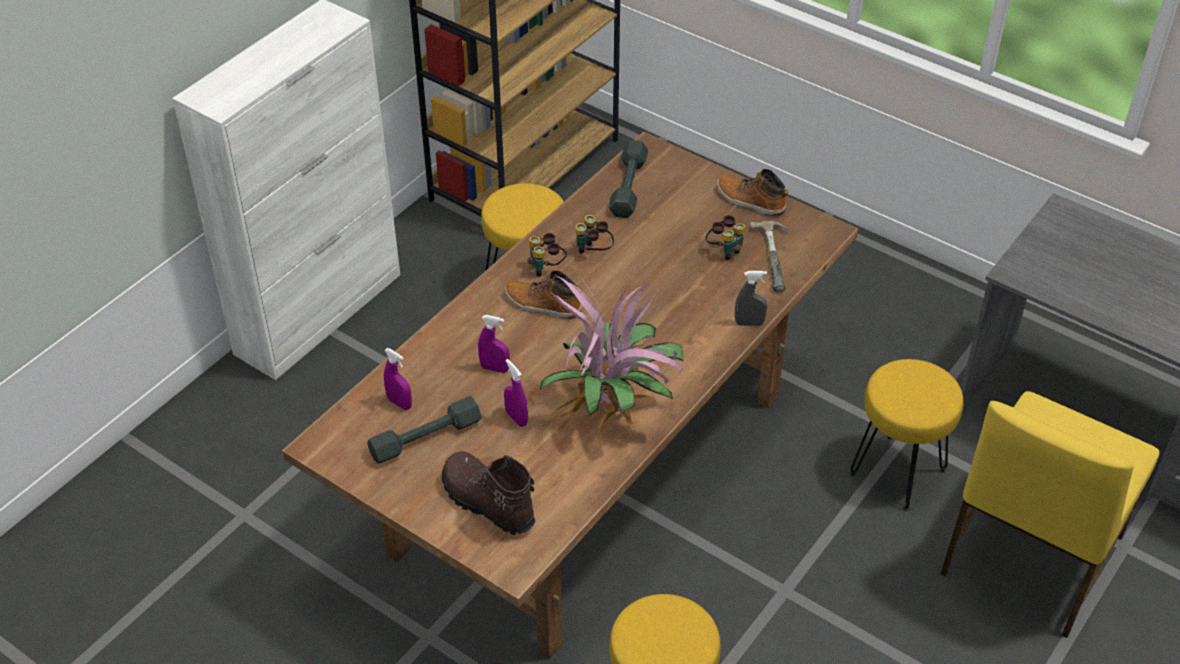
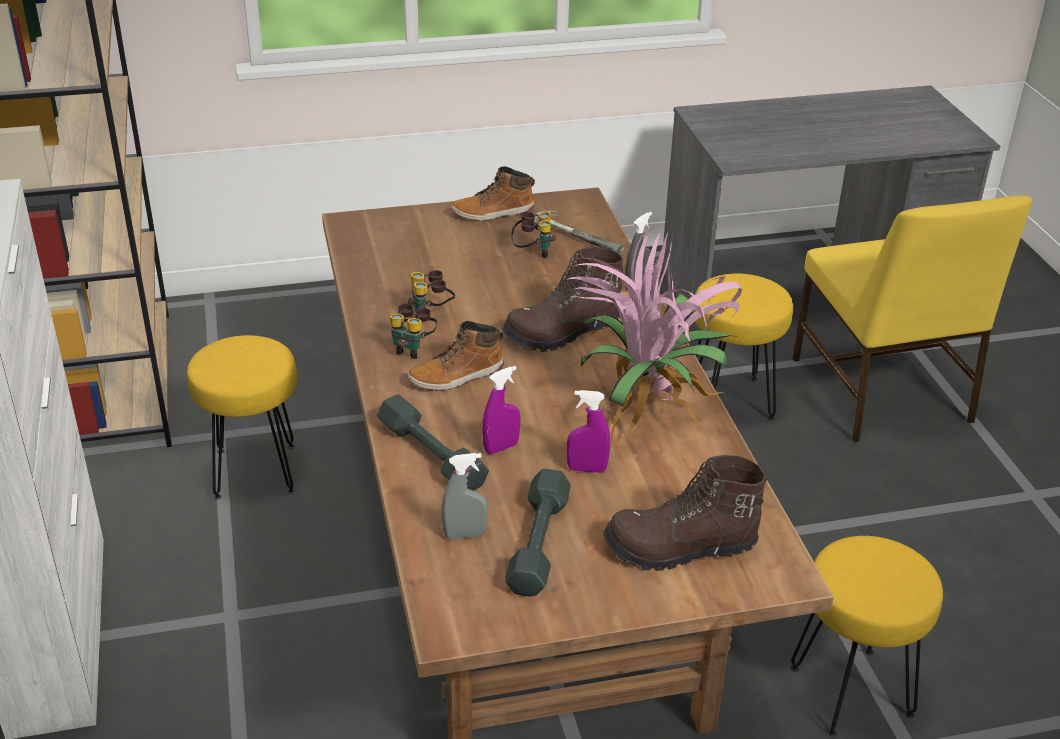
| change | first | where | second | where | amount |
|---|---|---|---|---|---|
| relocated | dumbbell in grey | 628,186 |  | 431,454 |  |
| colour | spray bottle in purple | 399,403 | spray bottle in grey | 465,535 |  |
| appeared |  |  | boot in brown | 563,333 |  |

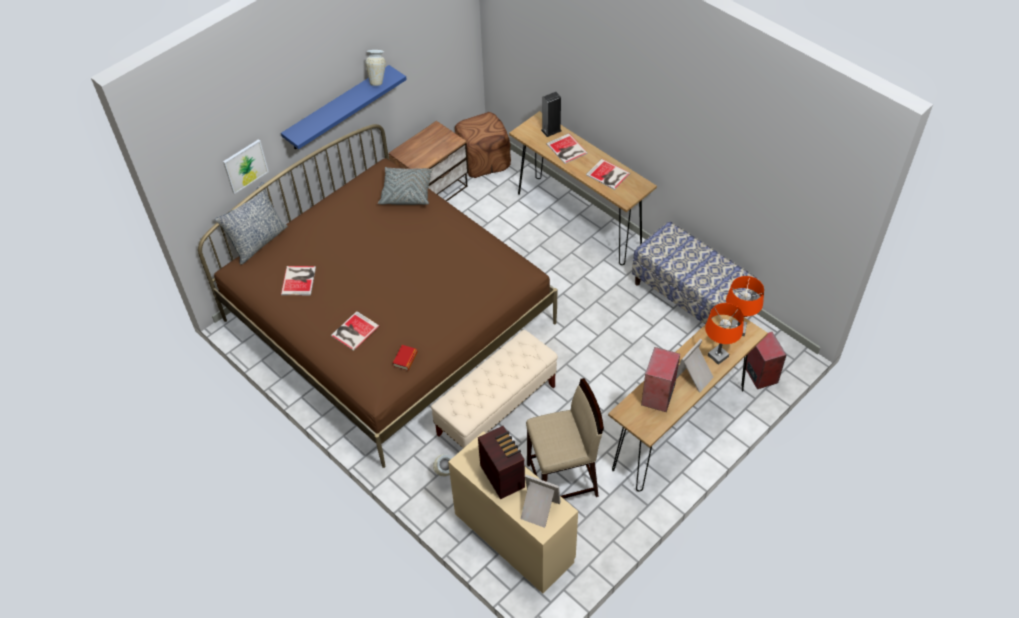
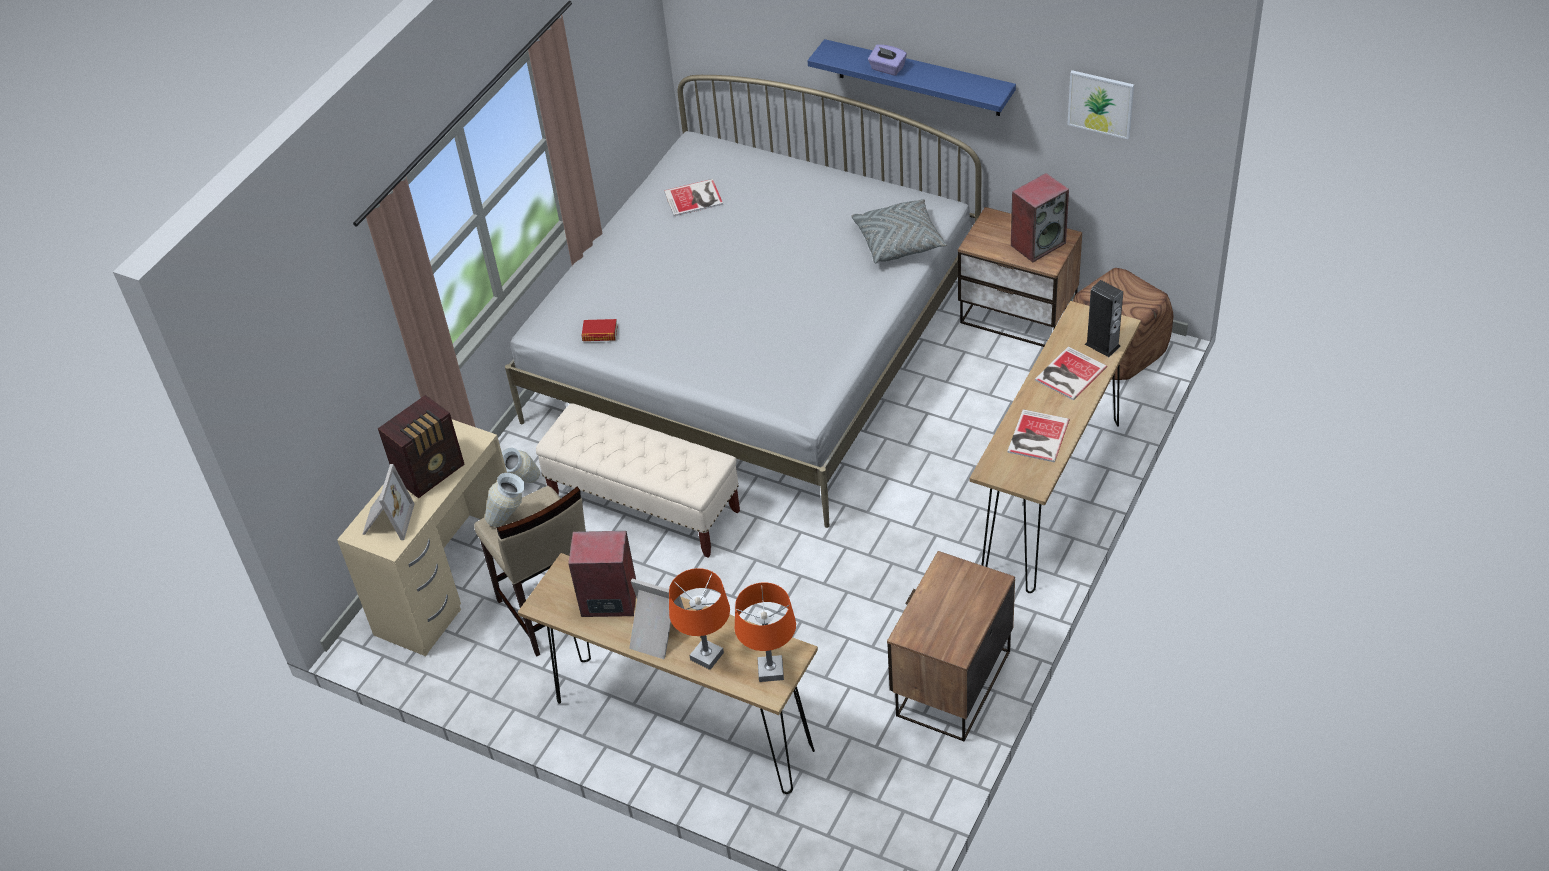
| change | first | where | second | where | amount |
|---|---|---|---|---|---|
| relocated | vase | 378,80 |  | 510,520 |  |
| colour | bed in brown | 389,321 | bed in white | 755,351 |  |
| appeared |  |  | tissue box in purple | 887,69 |  |
| exchanged | bench | 691,299 | nightstand | 950,683 |  |
| relocated | speaker | 760,374 |  | 1038,243 |  |
| relocated | picture | 245,166 |  | 1100,103 |  |
| missing | pillow | 258,242 |  |  |  |
| missing | book | 353,331 |  |  |  |

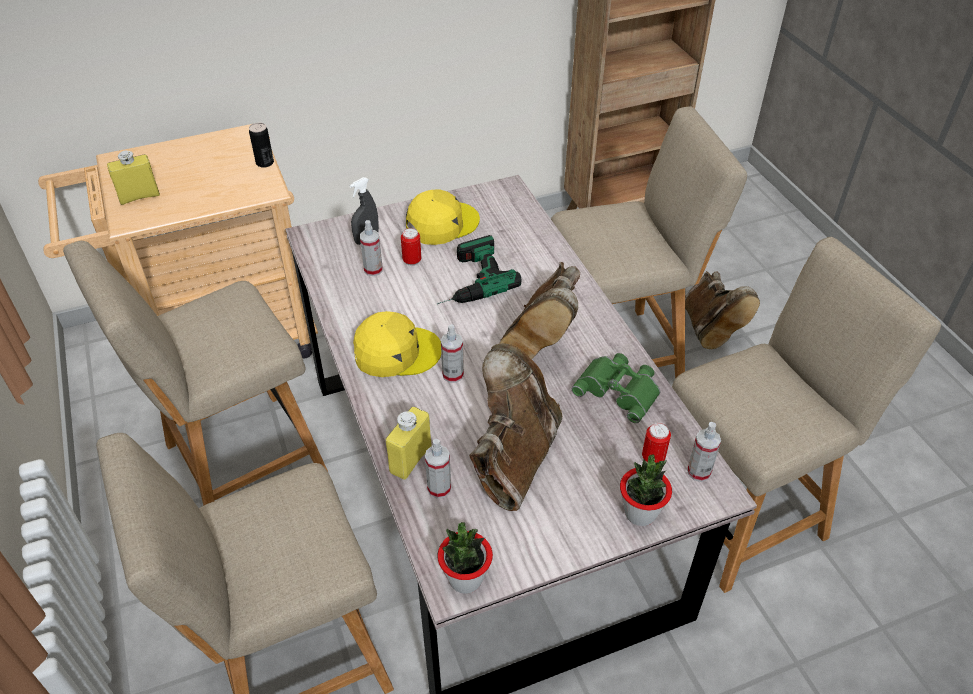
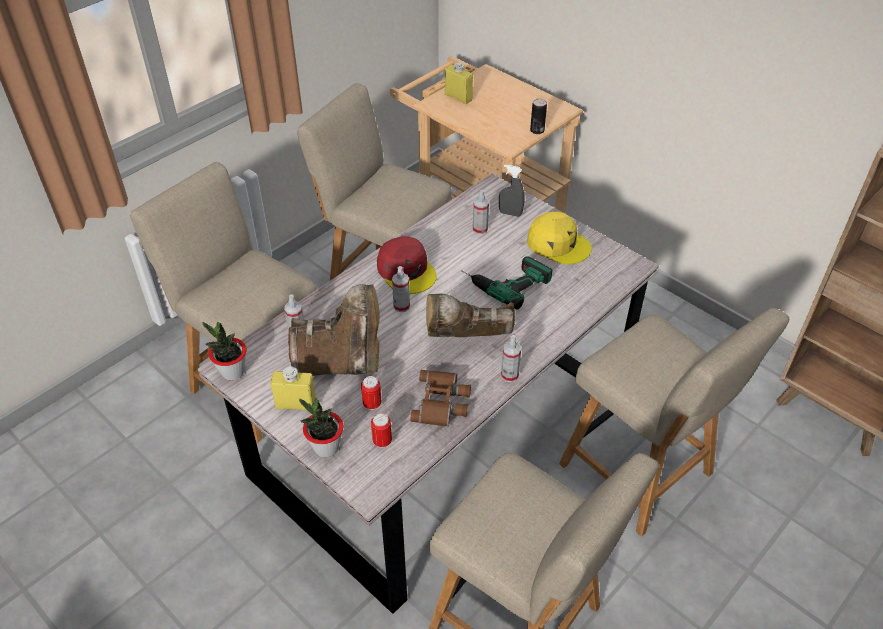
| change | first | where | second | where | amount |
|---|---|---|---|---|---|
| relocated | bottle in yellow | 410,459 |  | 296,404 |  |
| relocated | can | 412,261 |  | 372,404 |  |
| colour | cap in yellow | 396,351 | cap in red | 406,271 |  |
| colour | binoculars in green | 619,389 | binoculars in brown | 442,402 |  |
| relocated | spray bottle | 699,472 |  | 509,375 |  |
| missing | boot in brown | 710,329 |  |  |  |

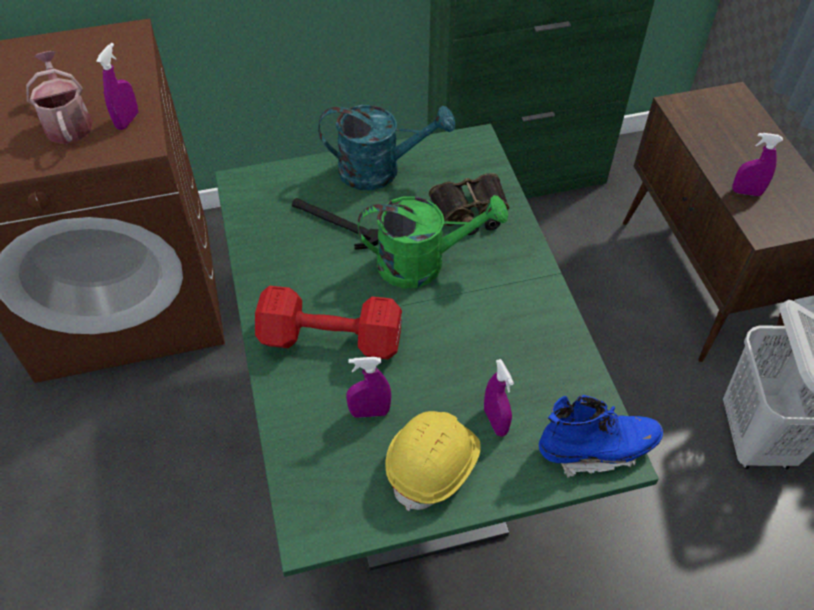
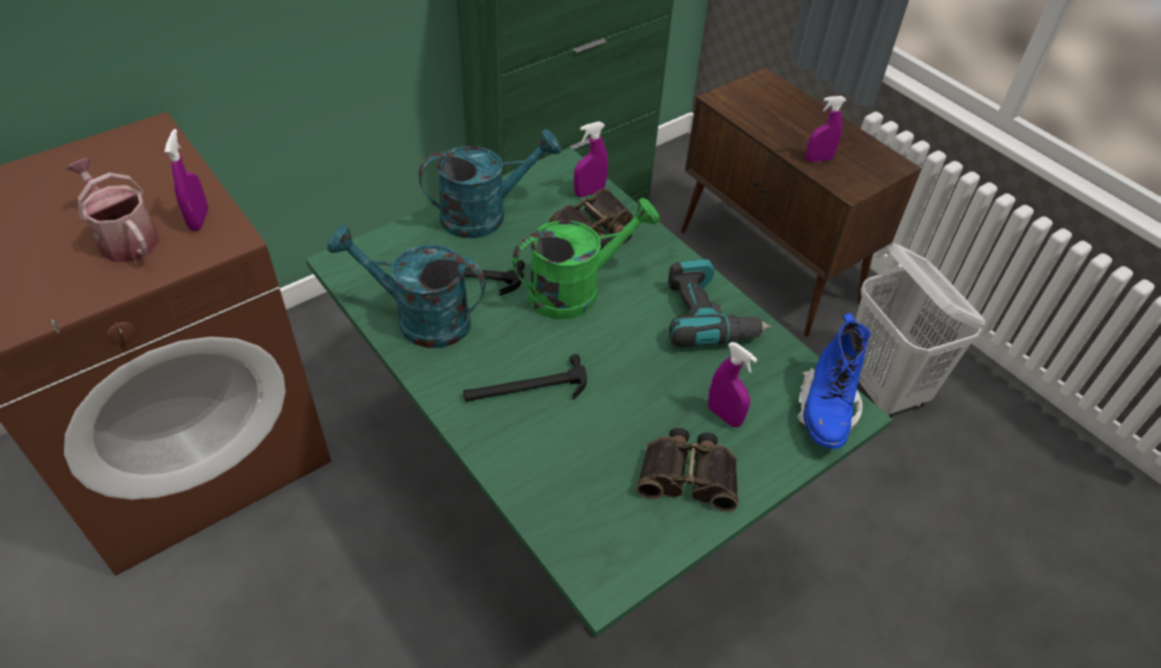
| change | first | where | second | where | amount |
|---|---|---|---|---|---|
| appeared |  |  | watering can in turquoise | 420,319 |  |
| exchanged | dumbbell in red | 334,340 | hammer | 526,388 |  |
| relocated | spray bottle in purple | 369,412 |  | 589,192 |  |
| exchanged | hard hat in yellow | 434,464 | binoculars | 689,474 |  |
| appeared |  |  | power drill | 707,316 |  |
| spun | boot in blue | 596,449 |  | 826,411 | 135 degrees clockwise |

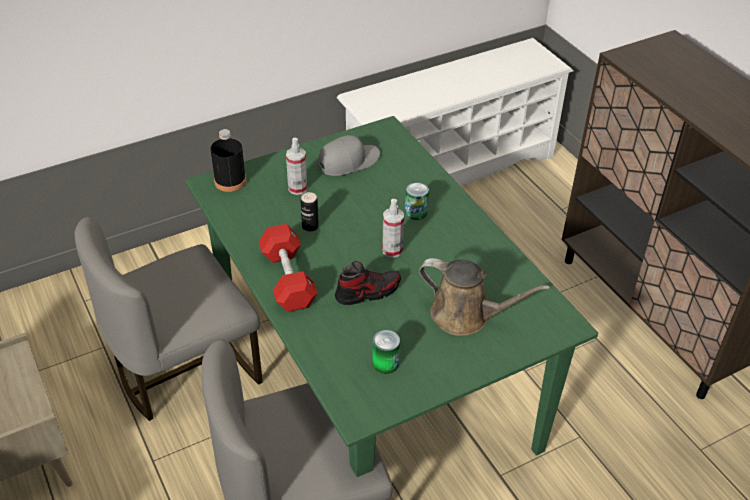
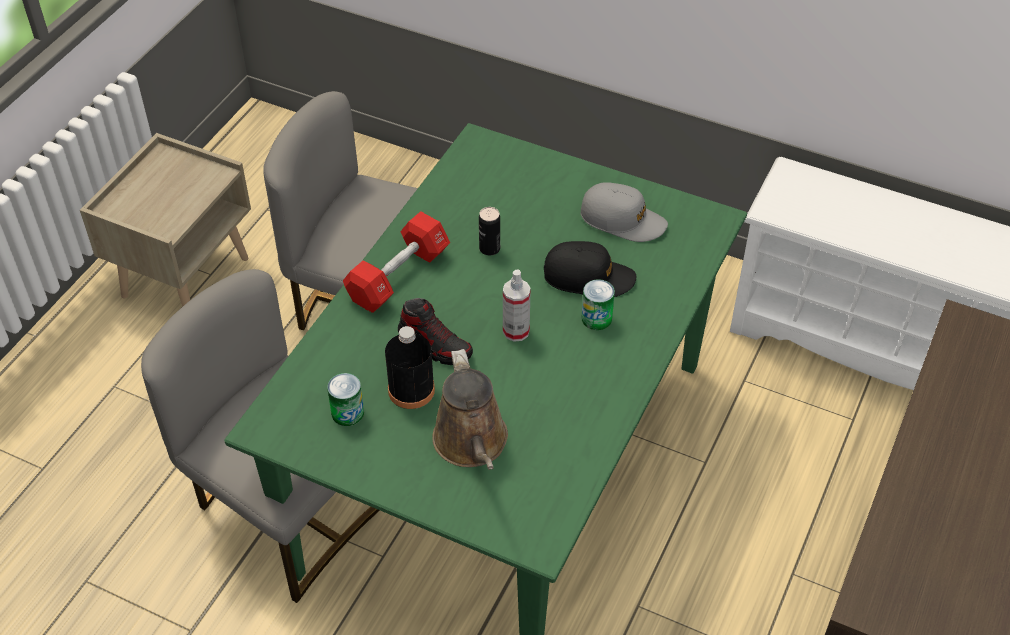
| change | first | where | second | where | amount |
|---|---|---|---|---|---|
| relocated | bottle in black | 230,181 |  | 411,390 |  |
| appeared |  |  | cap in black | 588,277 |  |
| missing | spray bottle | 297,188 |  |  |  |

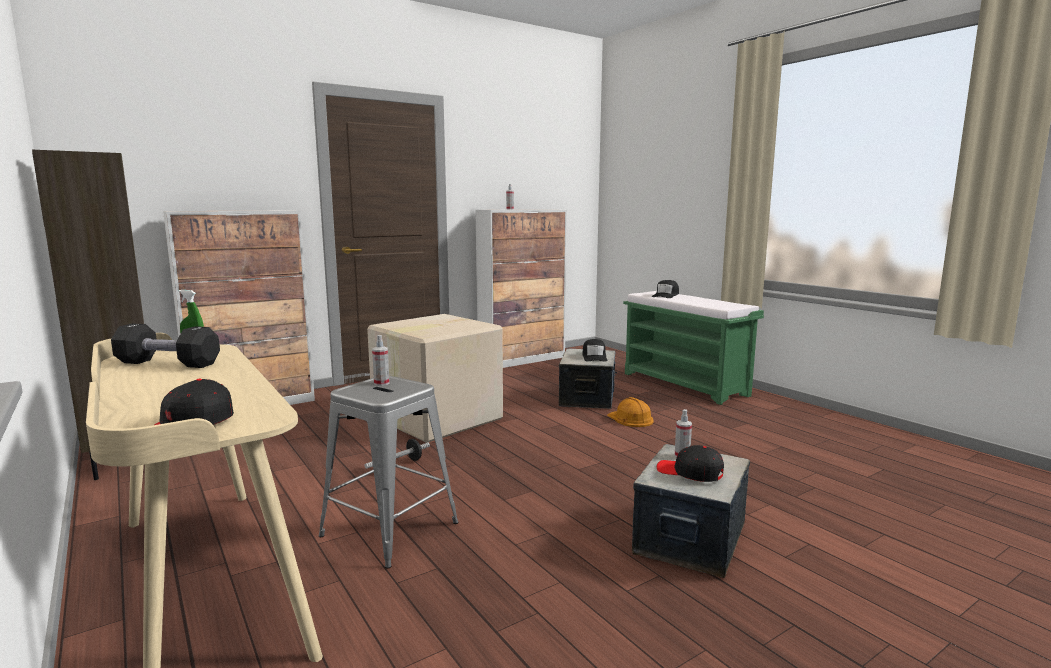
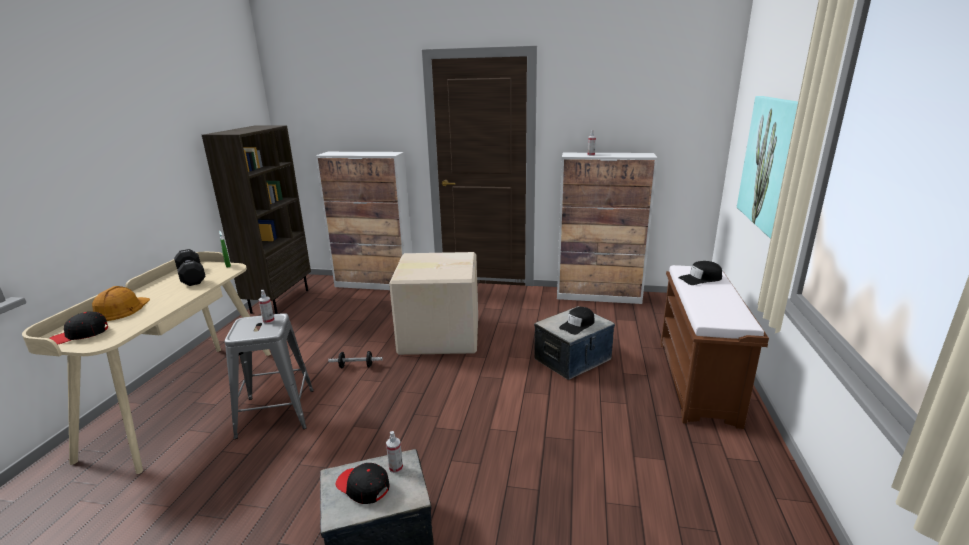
| change | first | where | second | where | amount |
|---|---|---|---|---|---|
| relocated | hard hat in orange | 630,419 |  | 120,309 |  |
| spun | cap in black | 690,473 |  | 363,487 | 45 degrees counterclockwise |
| colour | bench in green | 685,384 | bench in brown | 697,381 |  |
| appeared |  |  | picture | 772,163 |  |

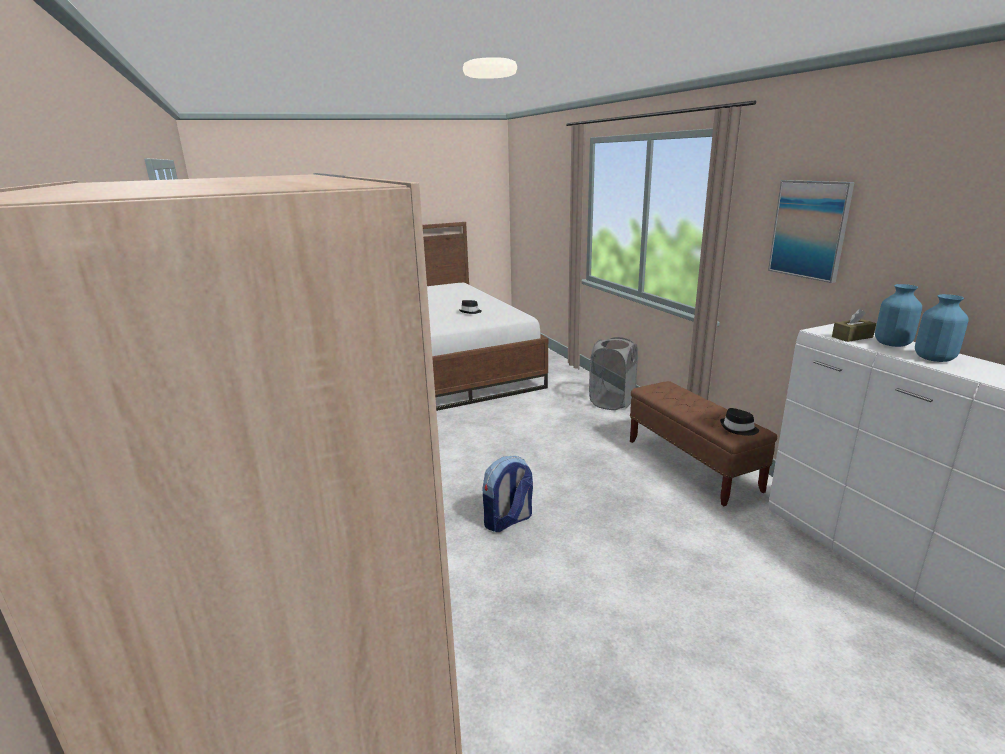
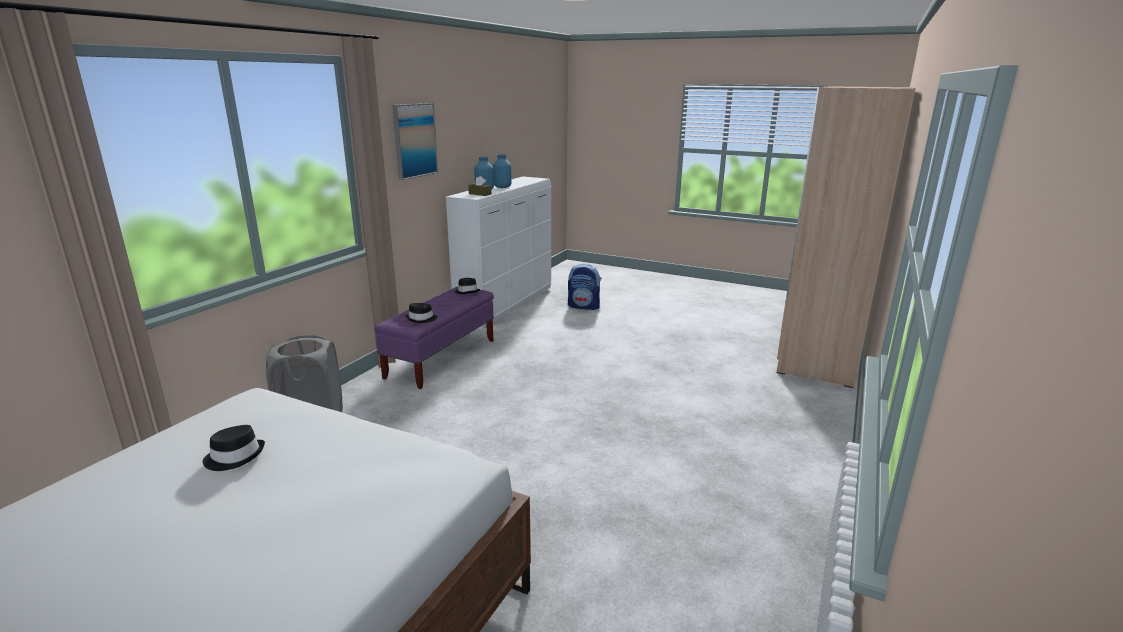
| change | first | where | second | where | amount |
|---|---|---|---|---|---|
| colour | bench in brown | 692,465 | bench in purple | 441,359 |  |
| appeared |  |  | hat in black | 421,319 |  |
| relocated | backpack | 508,521 |  | 584,306 |  |

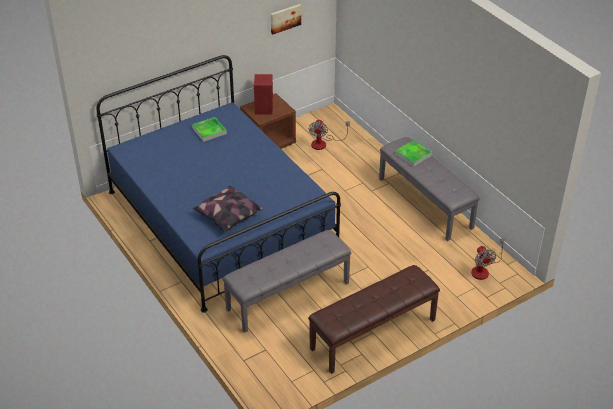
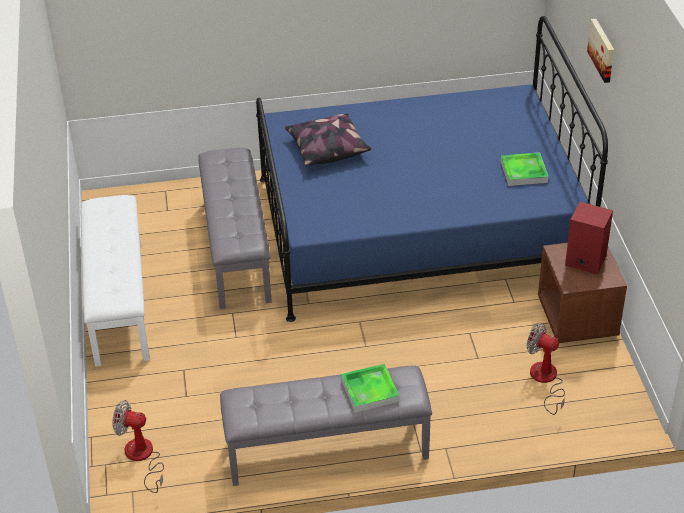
| change | first | where | second | where | amount |
|---|---|---|---|---|---|
| colour | bench in brown | 373,334 | bench in white | 118,302 |  |
| relocated | picture | 285,18 |  | 603,50 |  |

